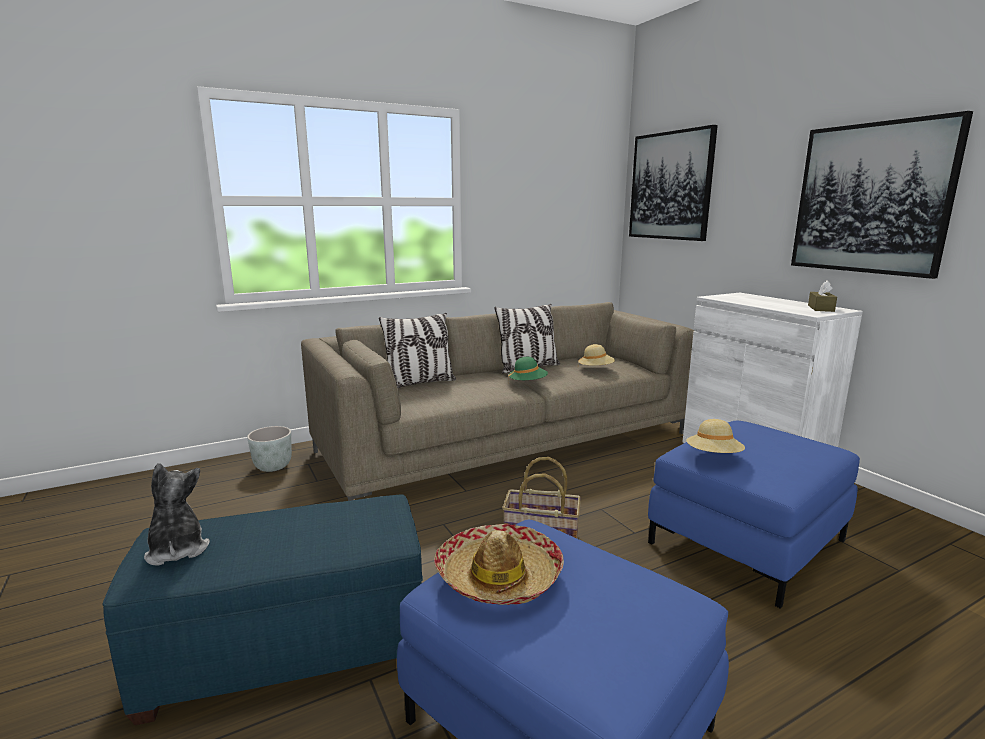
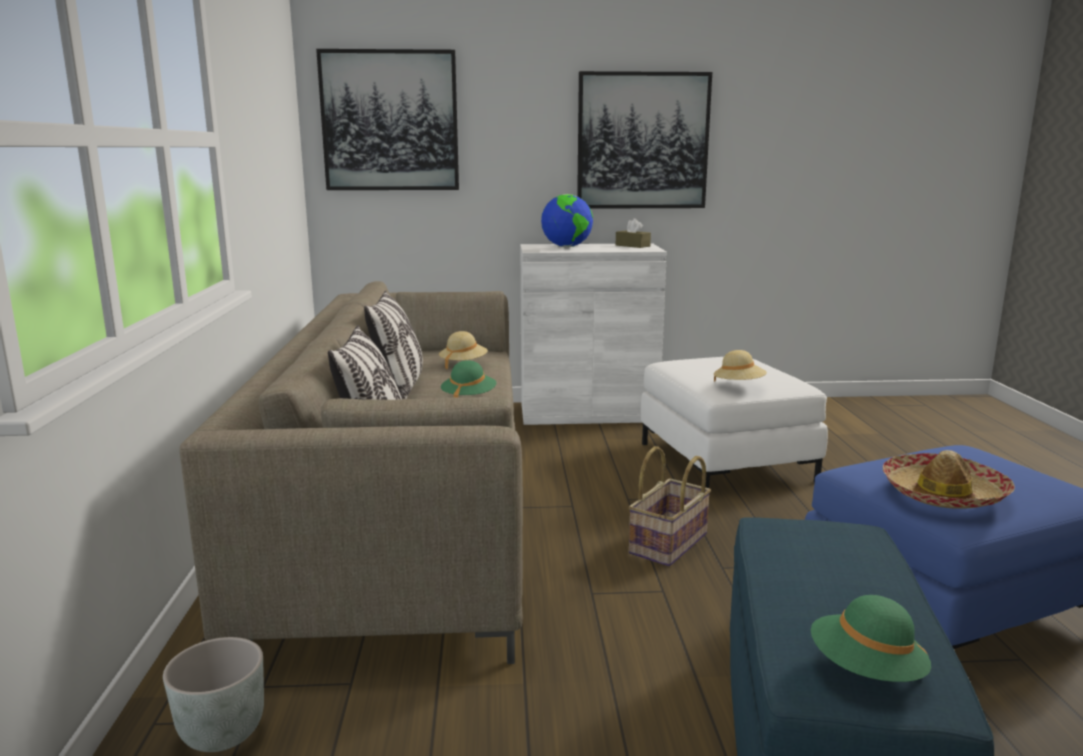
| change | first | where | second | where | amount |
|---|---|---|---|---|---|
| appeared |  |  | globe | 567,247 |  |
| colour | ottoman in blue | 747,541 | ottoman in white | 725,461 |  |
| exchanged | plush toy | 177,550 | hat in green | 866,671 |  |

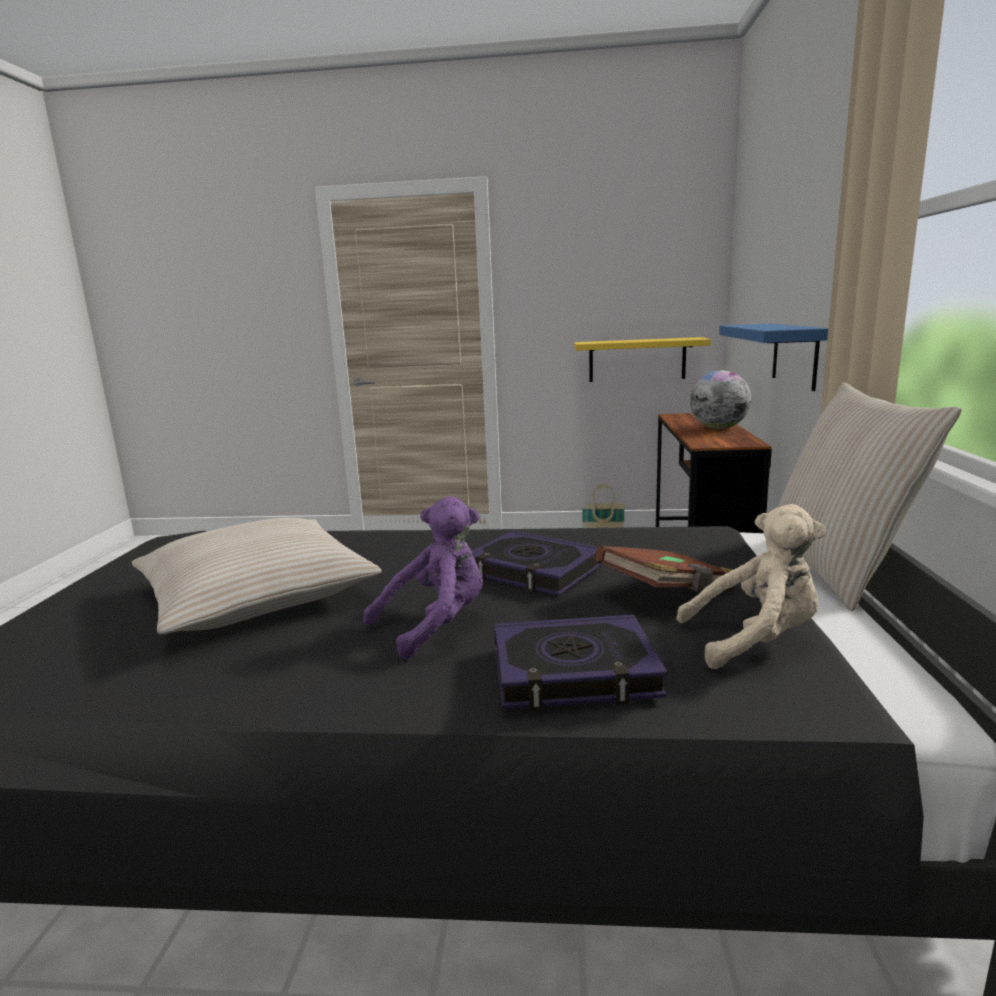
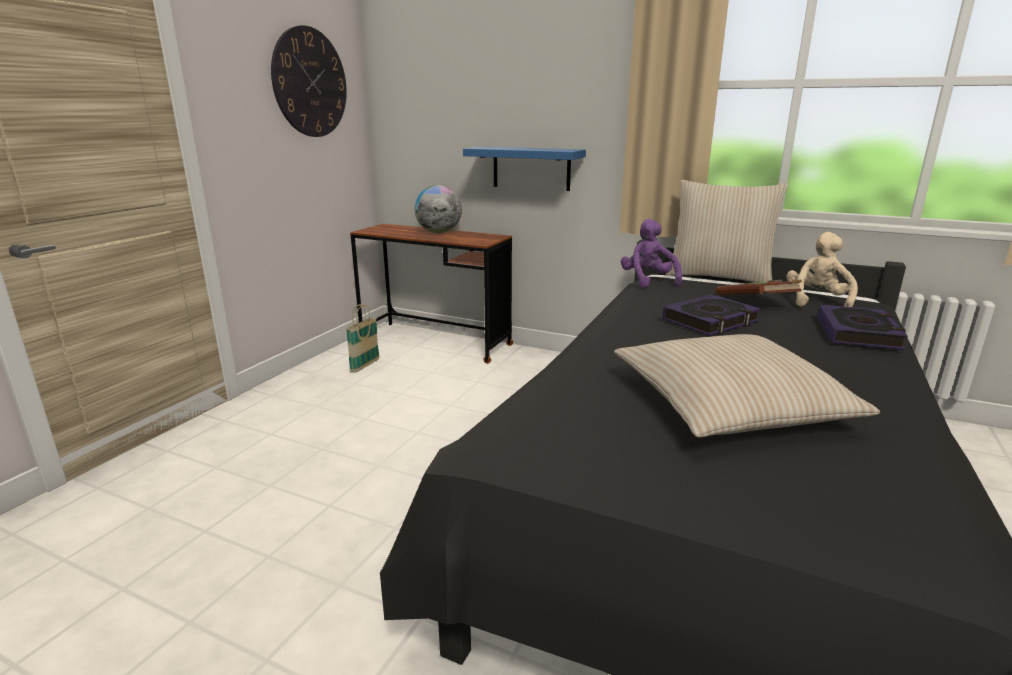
| change | first | where | second | where | amount |
|---|---|---|---|---|---|
| appeared |  |  | wall clock | 310,83 |  |
| relocated | plush toy in purple | 436,625 |  | 648,281 |  |
| missing | shelf in yellow | 637,360 |  |  |  |

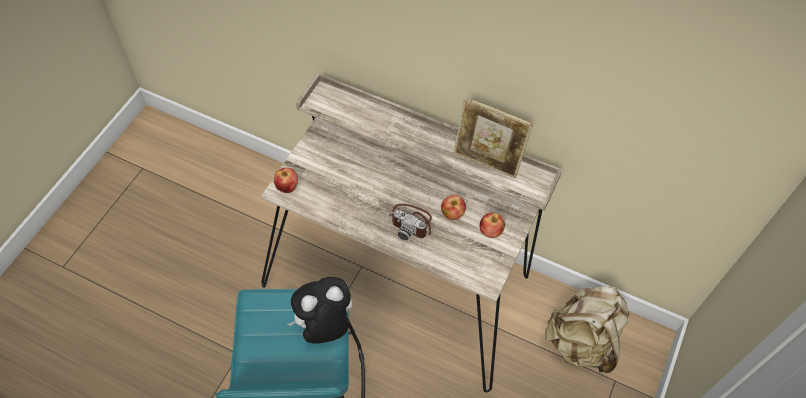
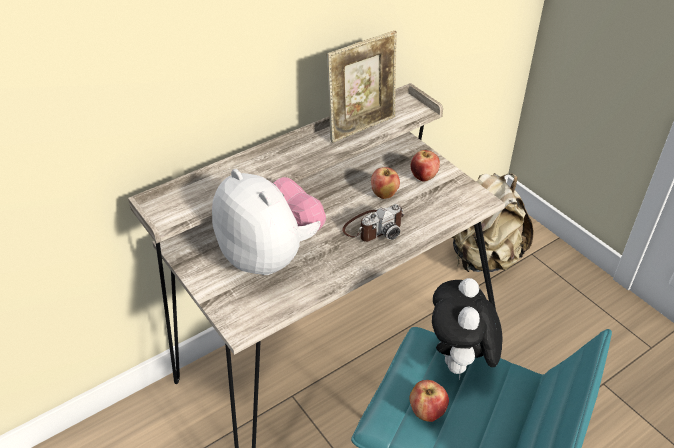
| change | first | where | second | where | amount |
|---|---|---|---|---|---|
| appeared |  |  | plush toy | 271,255 |  |
| relocated | apple | 287,187 |  | 427,411 |  |

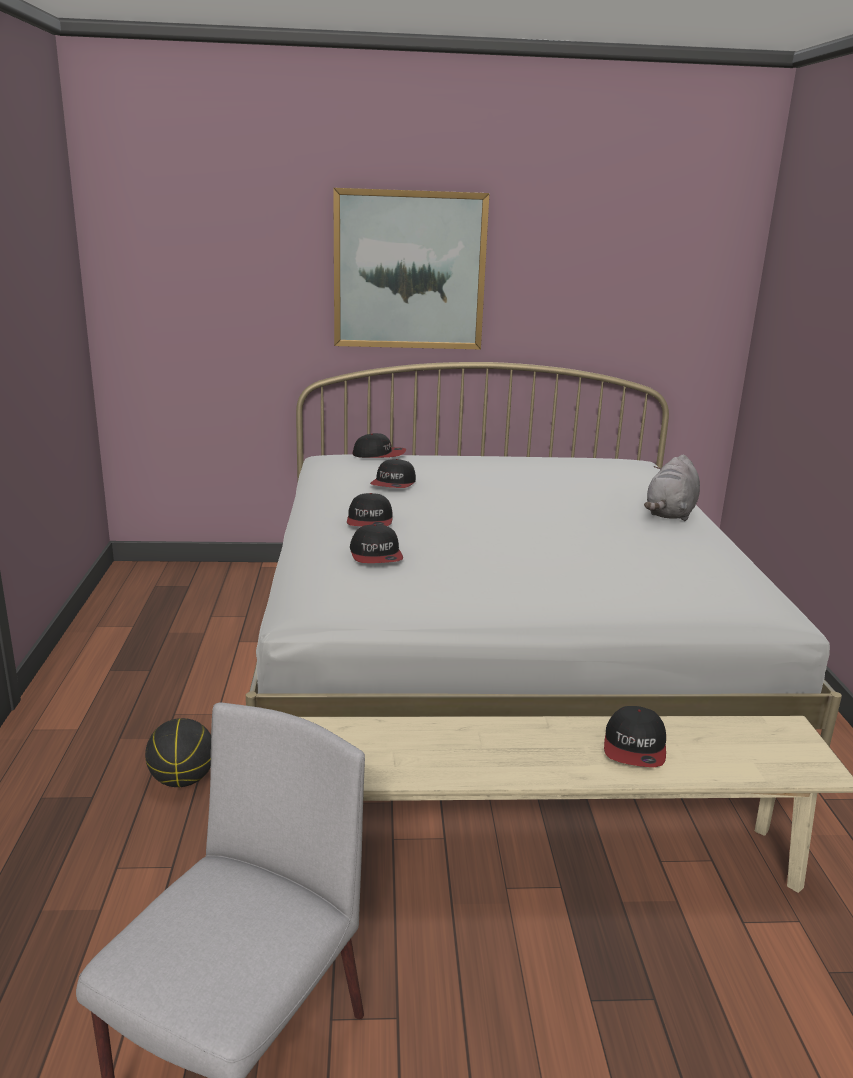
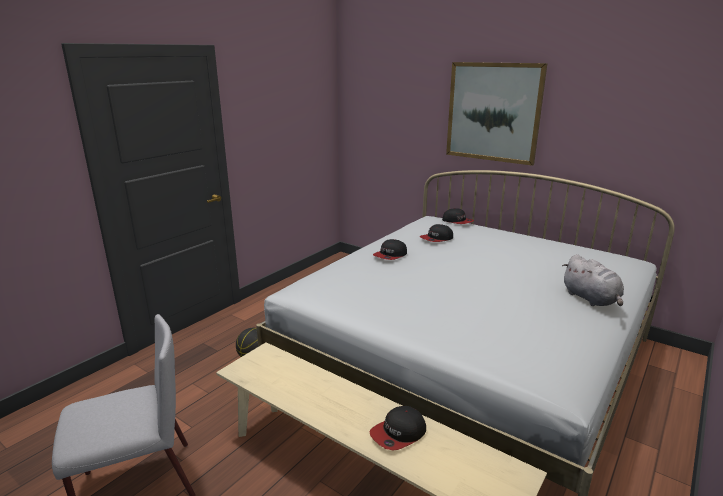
| change | first | where | second | where | amount |
|---|---|---|---|---|---|
| spun | plush toy in grey | 670,513 |  | 591,299 | 90 degrees counterclockwise |
| missing | cap | 376,555 |  |  |  |

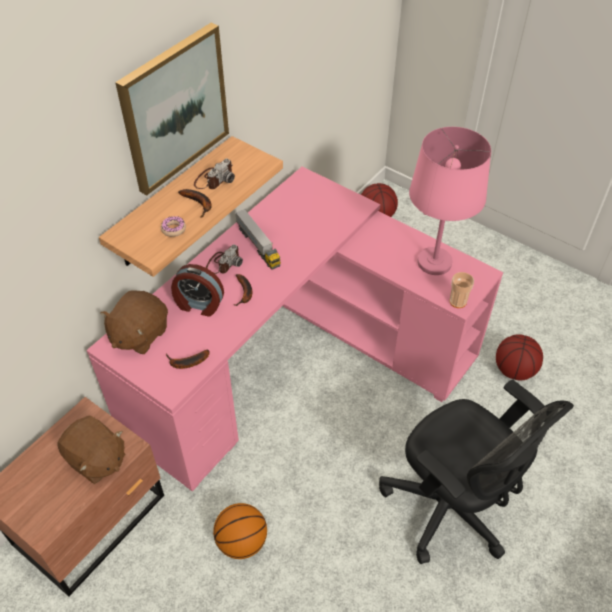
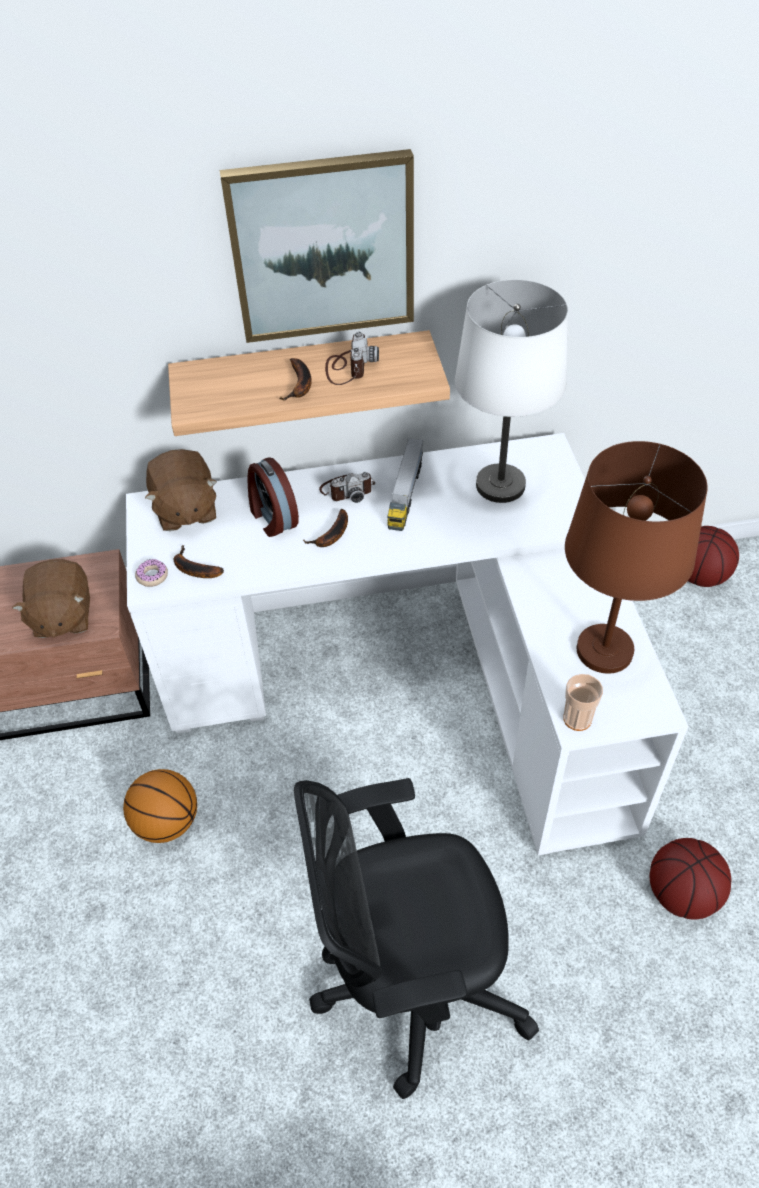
| change | first | where | second | where | amount |
|---|---|---|---|---|---|
| colour | desk in pink | 295,361 | desk in white | 417,678 |  |
| relocated | donut | 173,229 |  | 152,576 |  |
| spun | plush toy in brown | 139,334 |  | 185,510 | 90 degrees counterclockwise |
| spun | office chair in black | 450,509 |  | 411,986 | 75 degrees clockwise |
| spun | photo camera | 214,179 |  | 348,367 | 75 degrees counterclockwise |
| appeared |  |  | table lamp in white | 501,485 |  |
| colour | table lamp in pink | 434,262 | table lamp in brown | 605,650 |  |

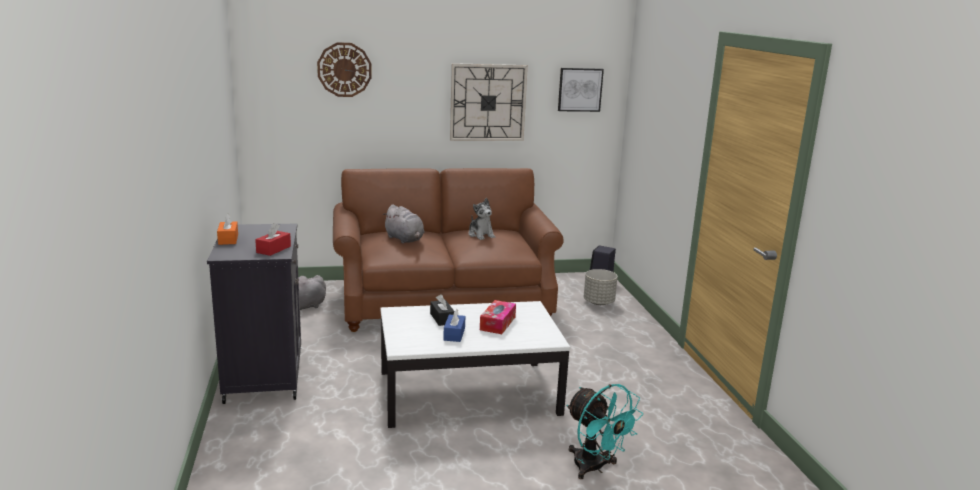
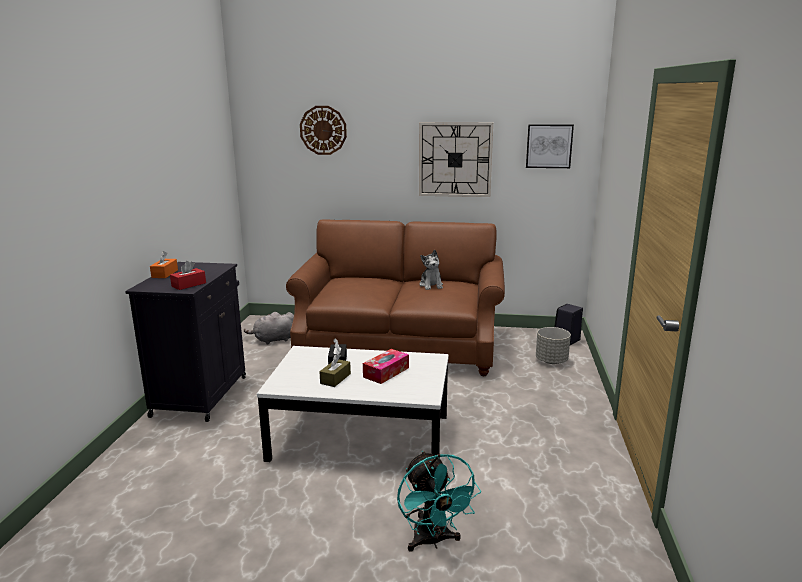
| change | first | where | second | where | amount |
|---|---|---|---|---|---|
| colour | tissue box in blue | 454,334 | tissue box in brown | 335,379 |  |
| missing | plush toy in grey | 405,239 |  |  |  |

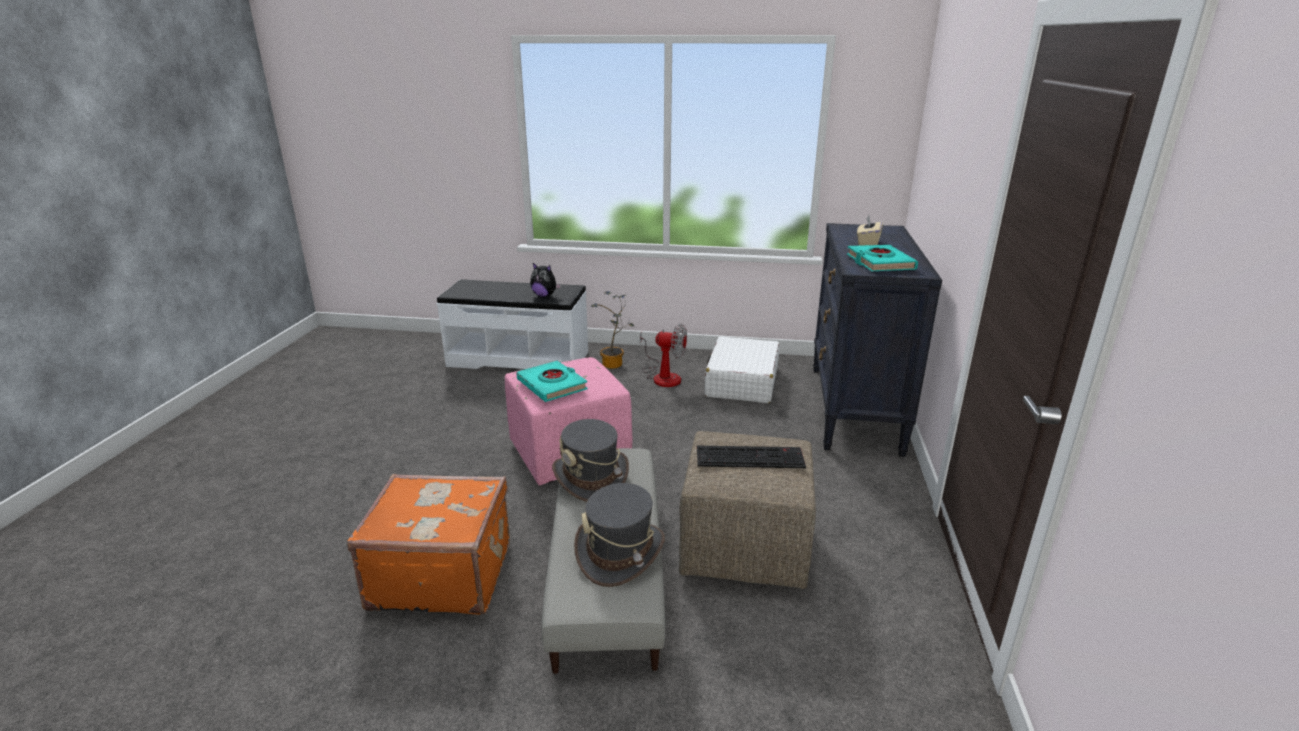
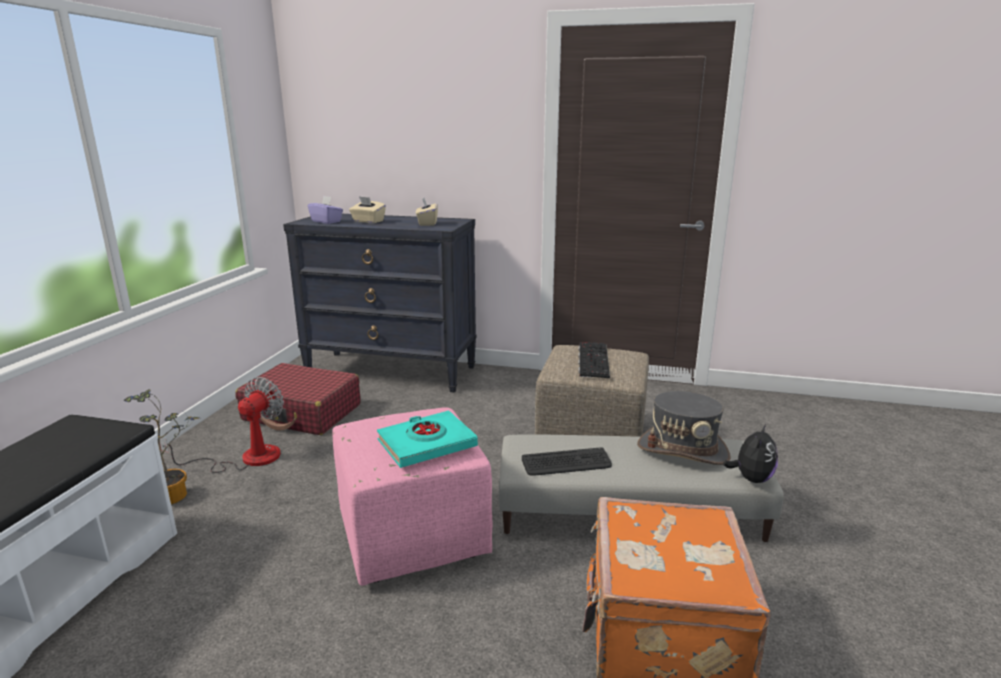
| change | first | where | second | where | amount |
|---|---|---|---|---|---|
| colour | suitcase in white | 741,382 | suitcase in red | 302,413 |  |
| appeared |  |  | tissue box in purple | 326,221 |  |
| exchanged | book in turquoise | 879,263 | tissue box in beige | 427,223 |  |
| exchanged | hat in grey | 591,478 | keyboard | 566,463 |  |
| relocated | plush toy | 545,295 |  | 751,478 |  |

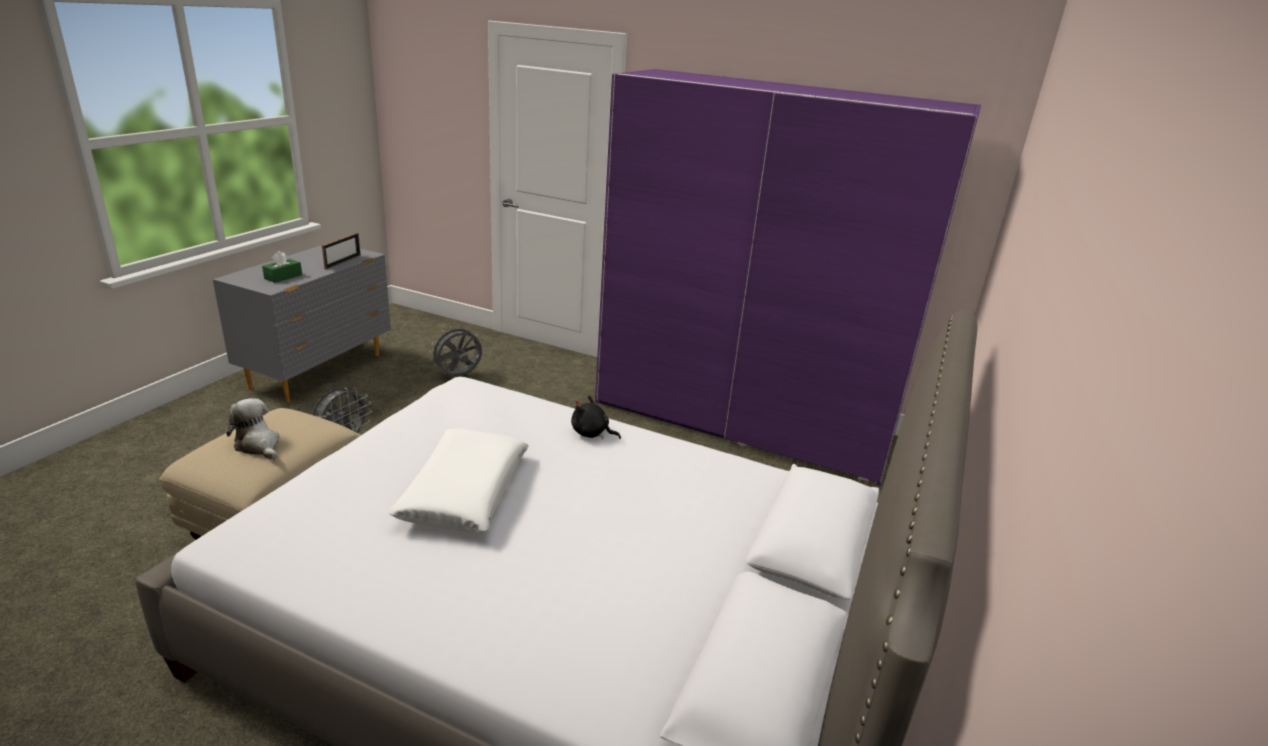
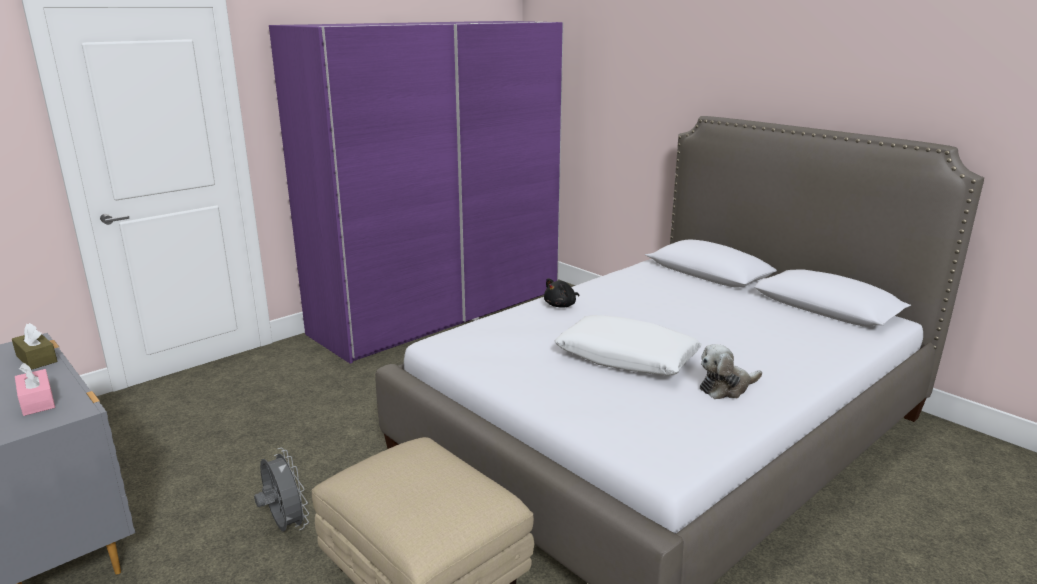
| change | first | where | second | where | amount |
|---|---|---|---|---|---|
| exchanged | picture frame | 343,262 | tissue box in brown | 36,359 |  |
| colour | tissue box in green | 283,277 | tissue box in pink | 37,401 |  |
| relocated | plush toy | 258,445 |  | 726,388 |  |
| missing | fan in grey | 458,376 |  |  |  |

